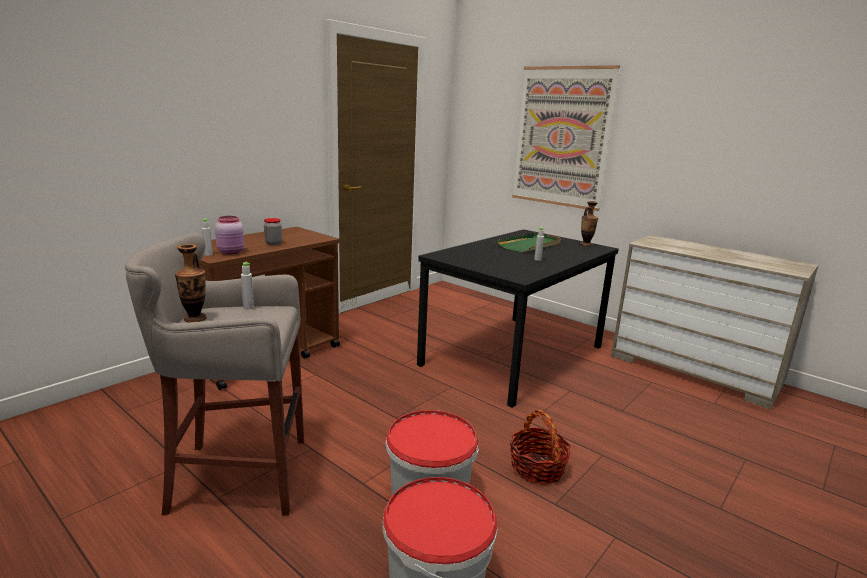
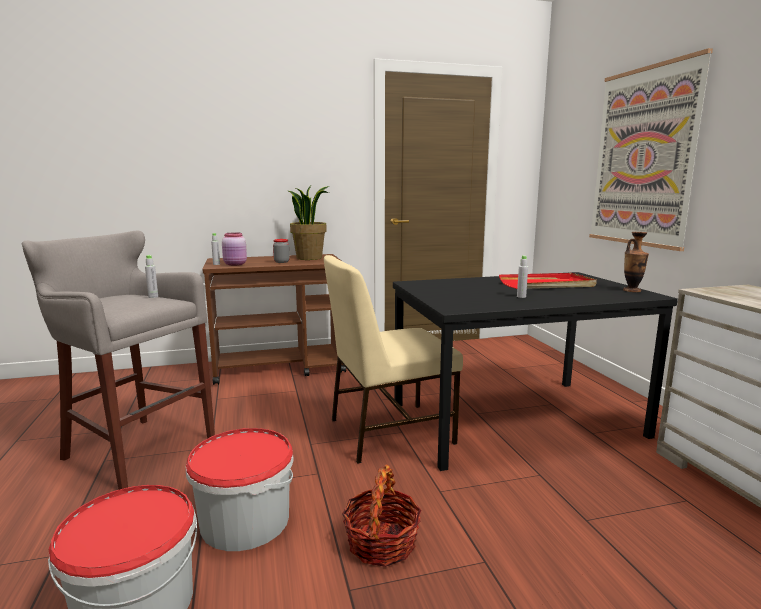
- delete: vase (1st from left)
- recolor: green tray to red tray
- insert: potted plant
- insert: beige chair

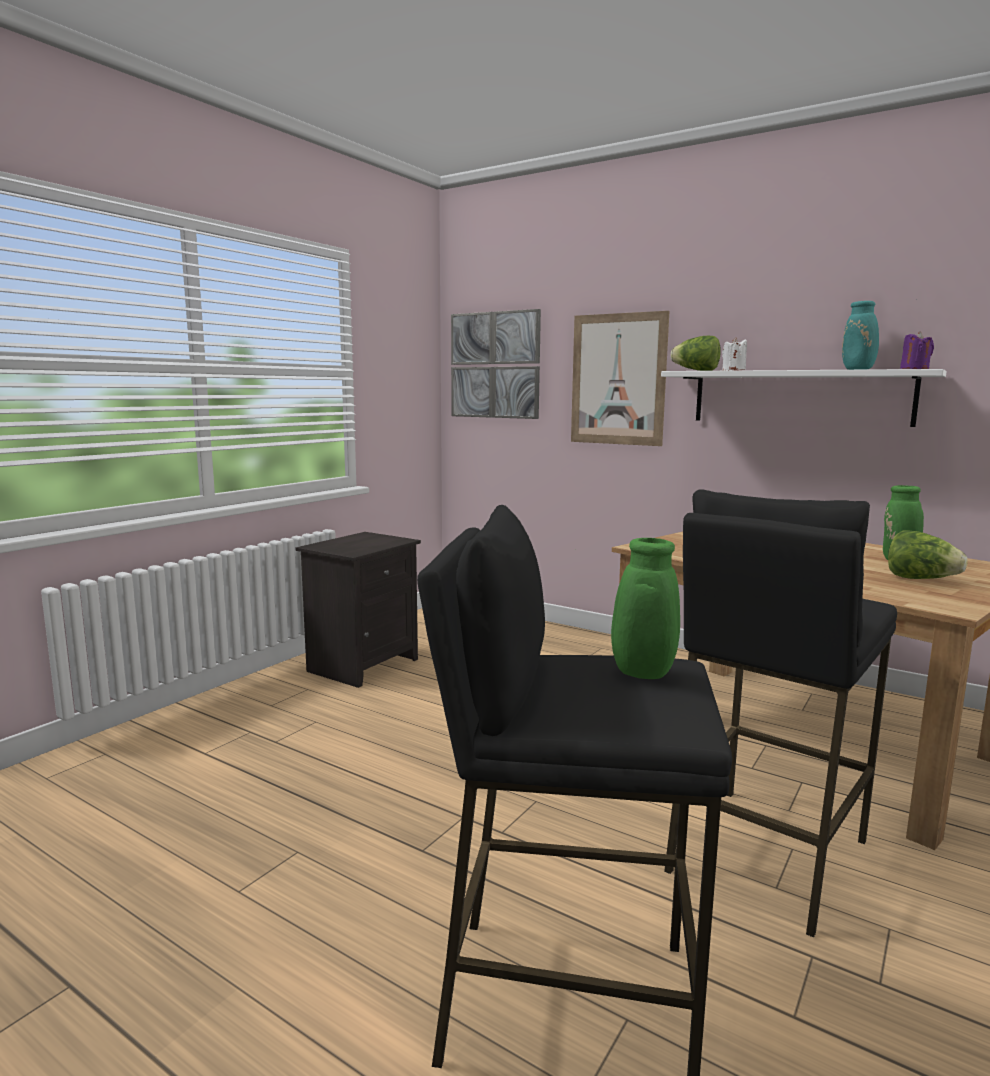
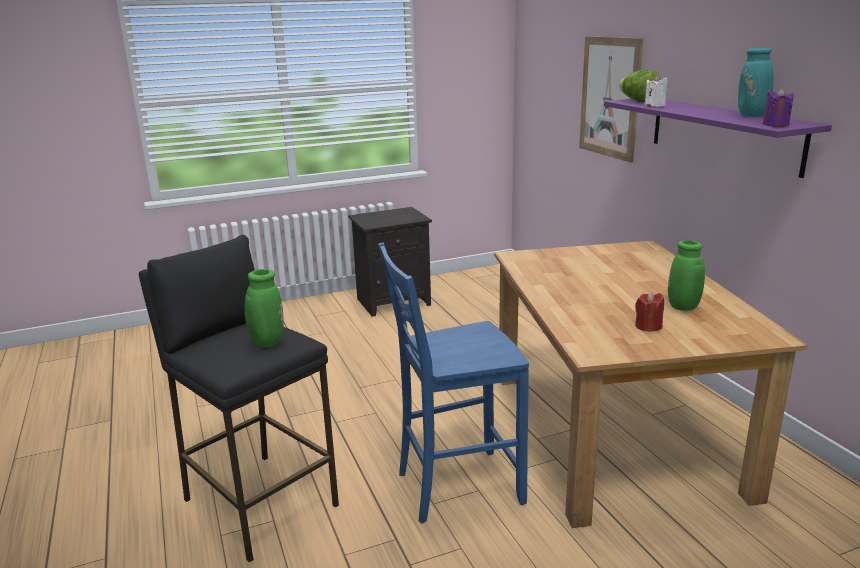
- delete: picture (1st from left)
- recolor: white shelf to purple shelf
- replace: black stool (2nd from left) to blue chair
- replace: lettuce (2nd from left) to red candle

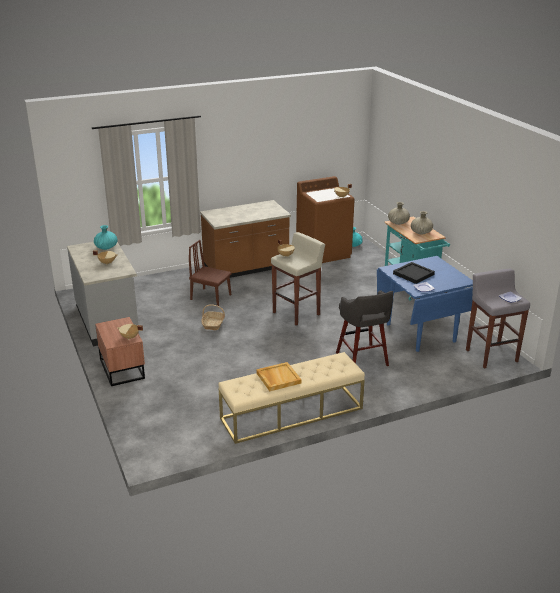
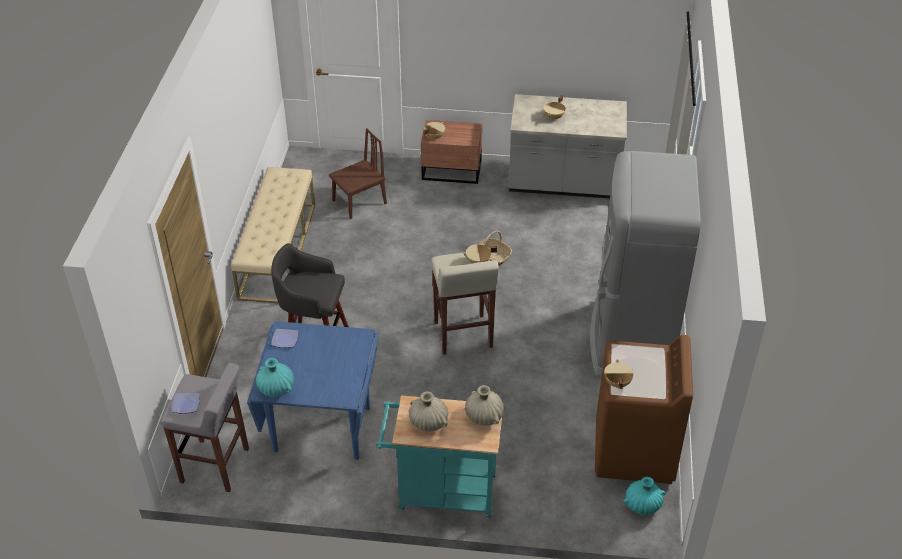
- move: turquoise vase (1st from left)
- move: brown chair
- replace: brown counter to grey fridge
- delete: beige tray
- delete: black tray

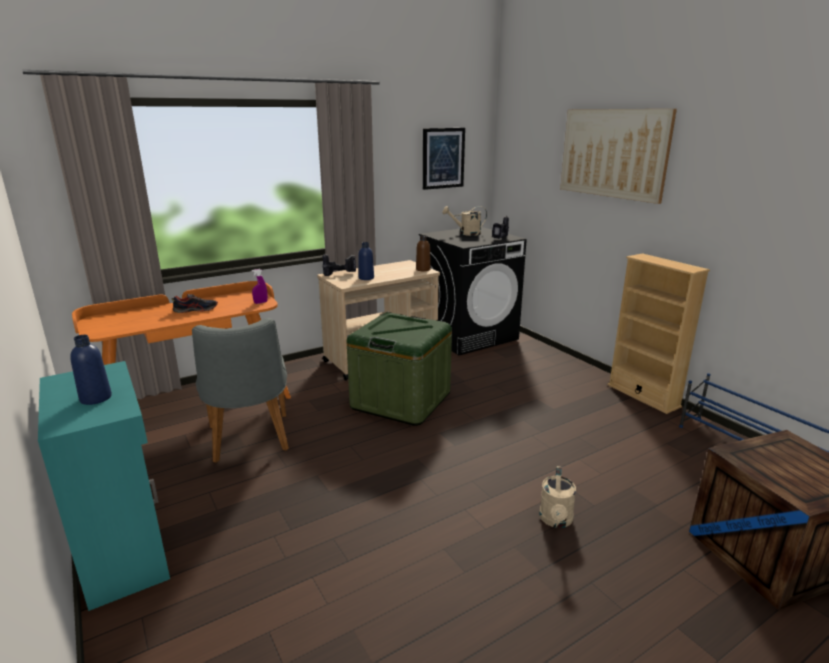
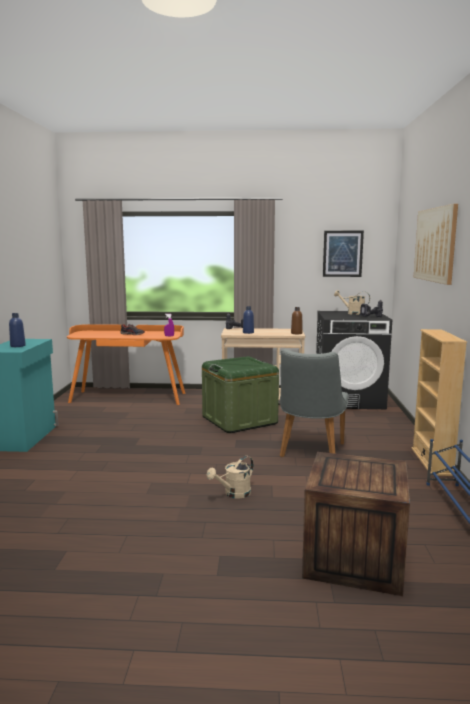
- move: grey chair

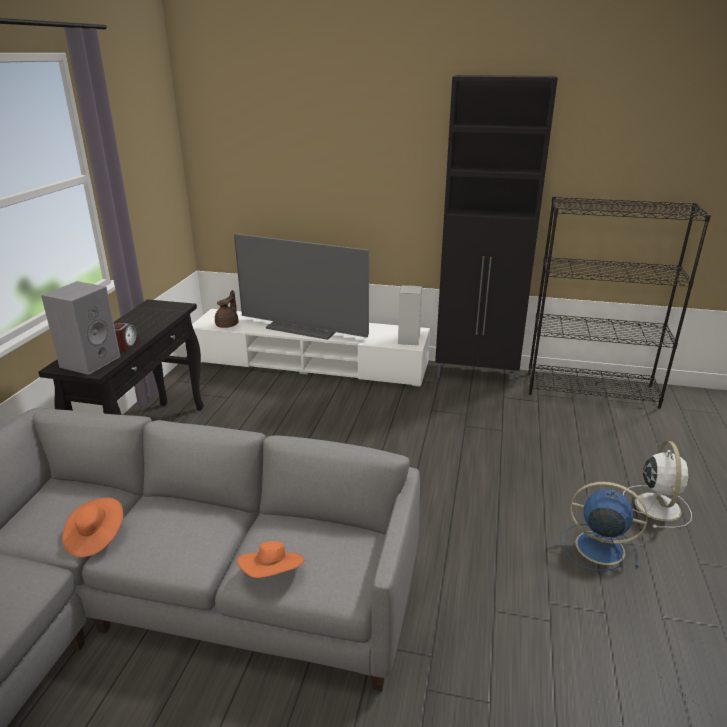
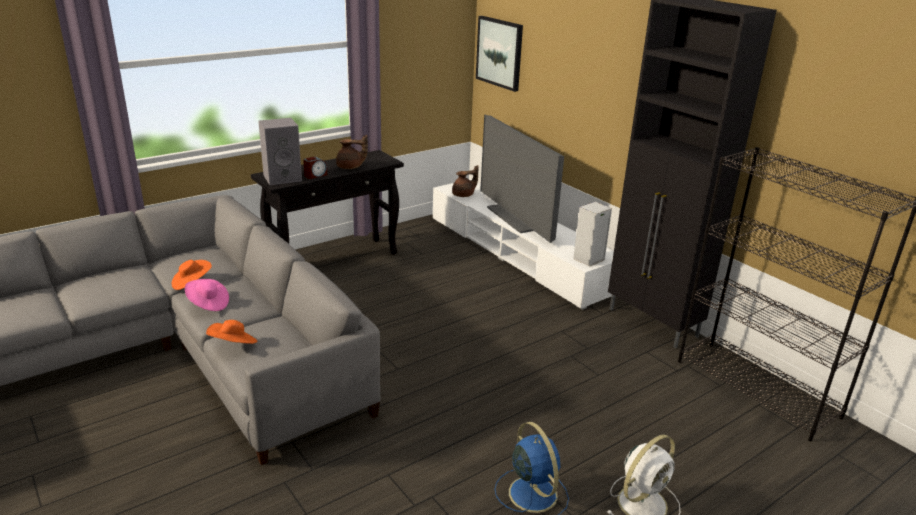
- insert: pink hat
- insert: brown teapot (1st from left)
- insert: picture

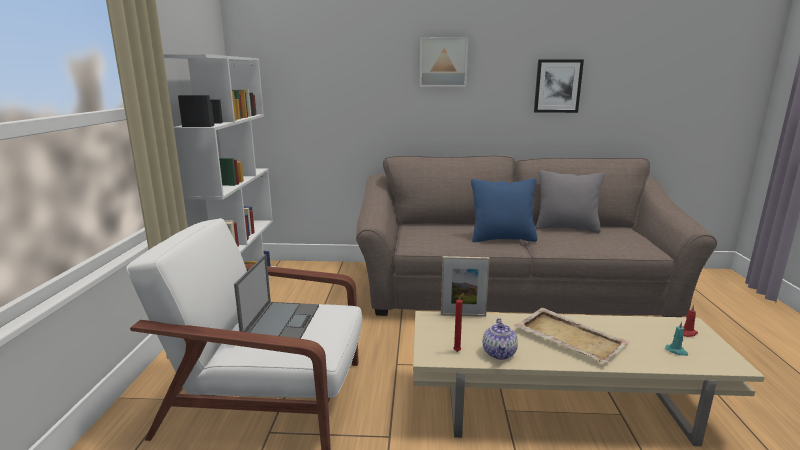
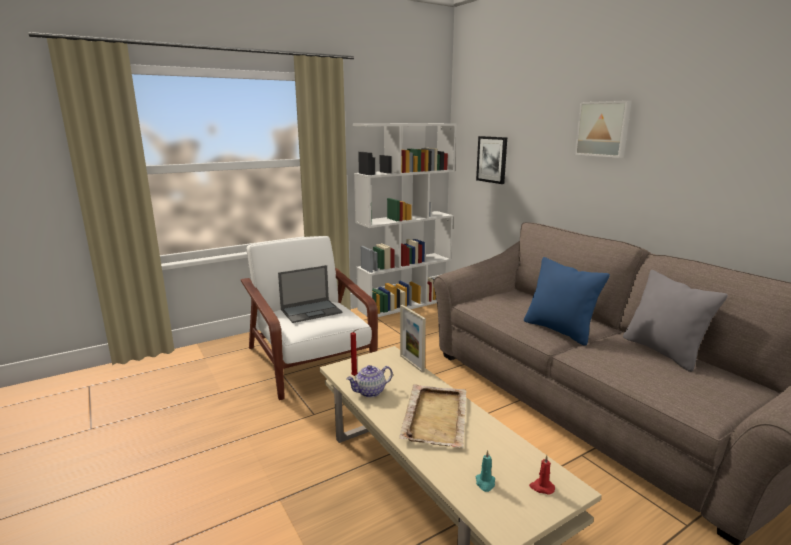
- move: picture (2nd from left in the first image) to picture (1st from left)

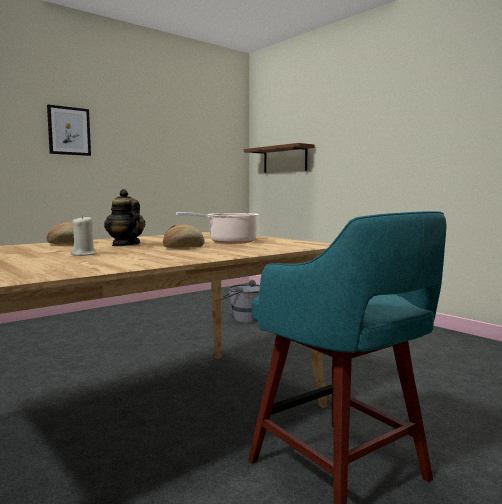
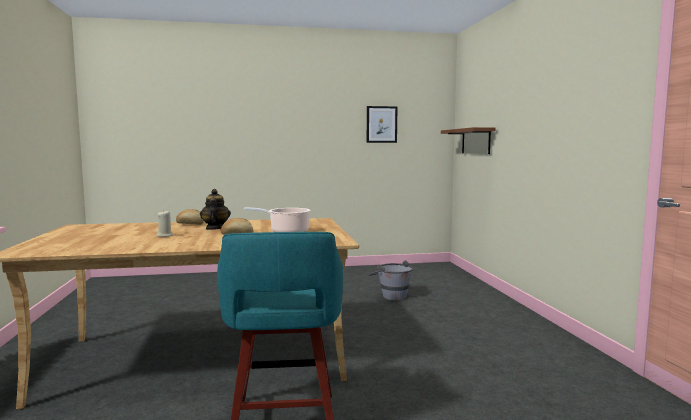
- move: picture

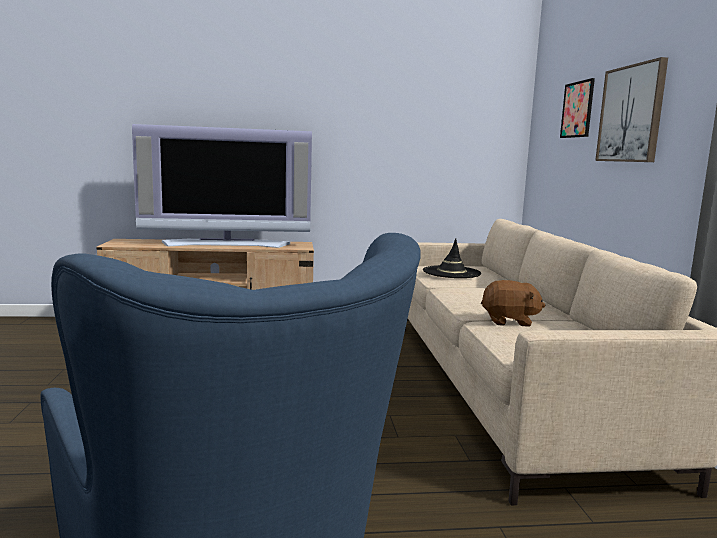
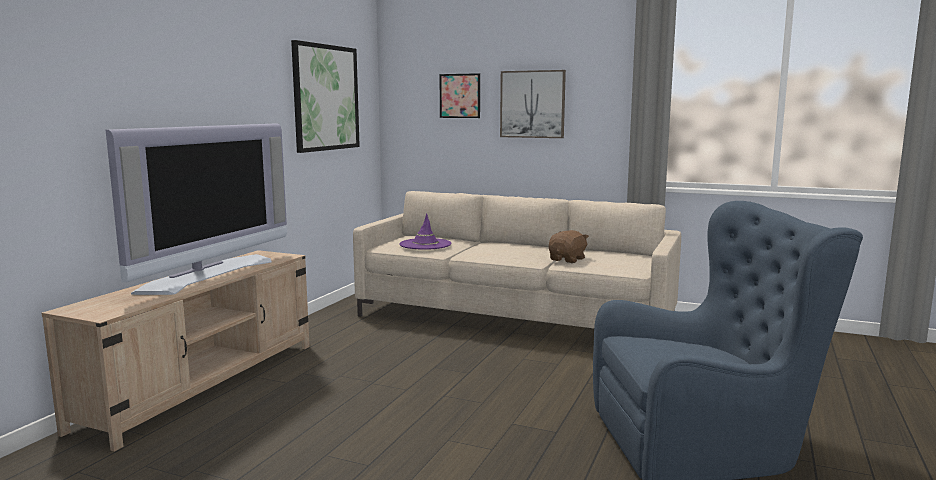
- recolor: black hat to purple hat
- insert: picture (1st from left)

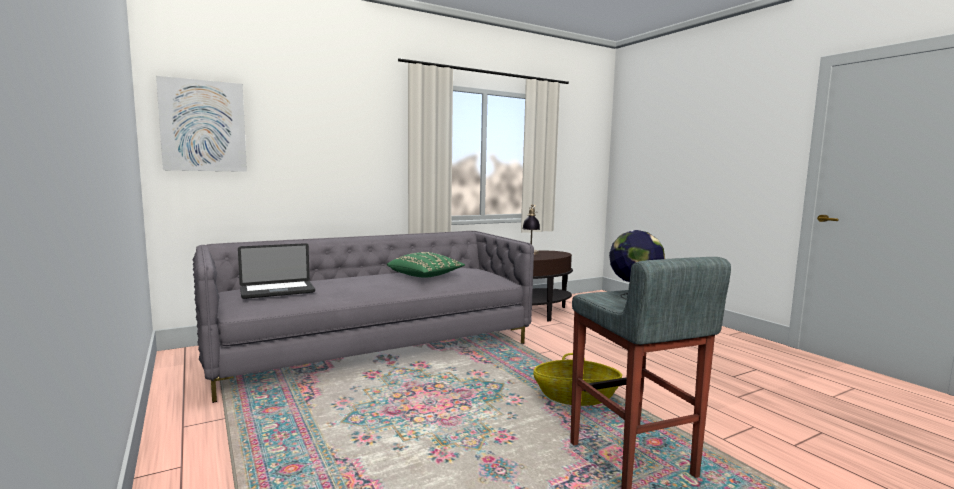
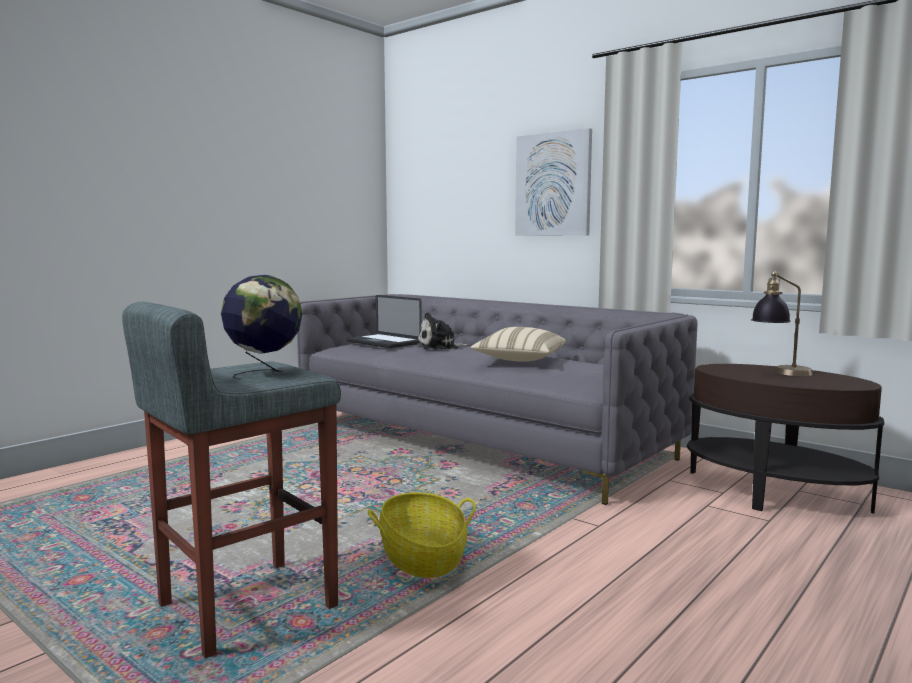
- move: picture
- recolor: green pillow to beige pillow
- insert: plush toy

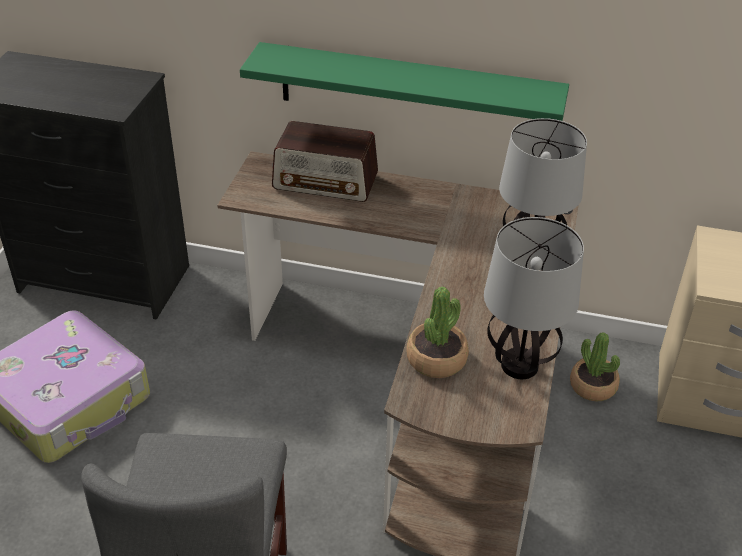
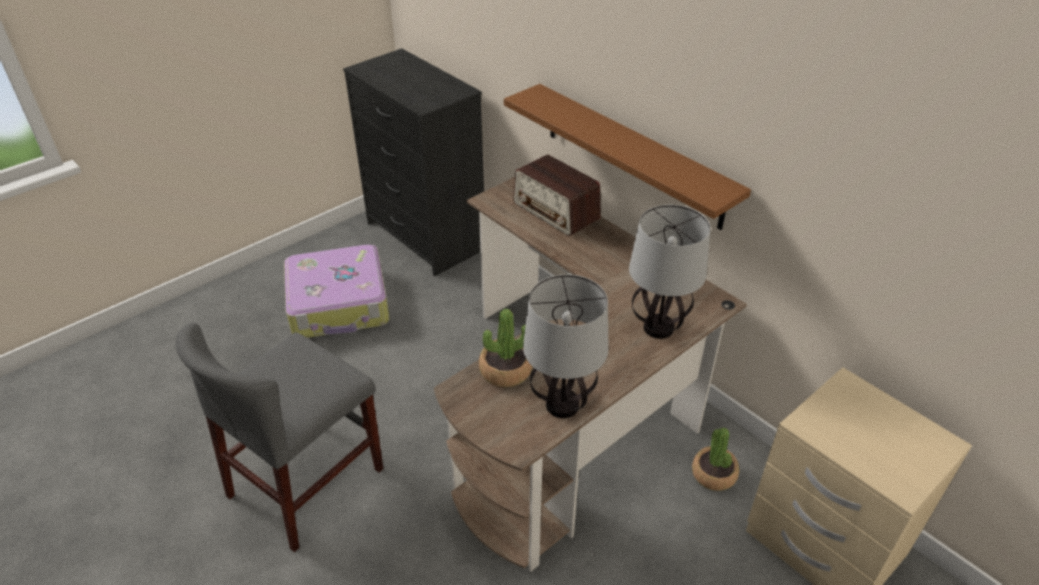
- recolor: green shelf to brown shelf

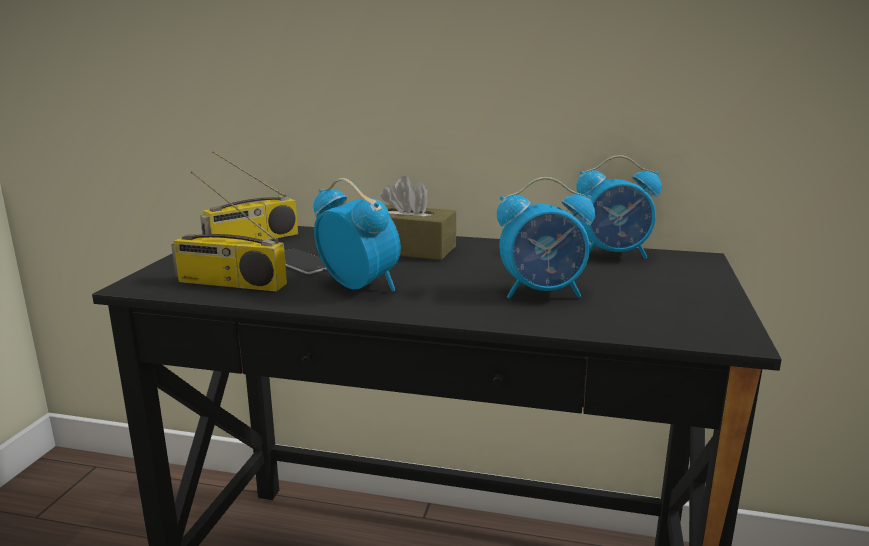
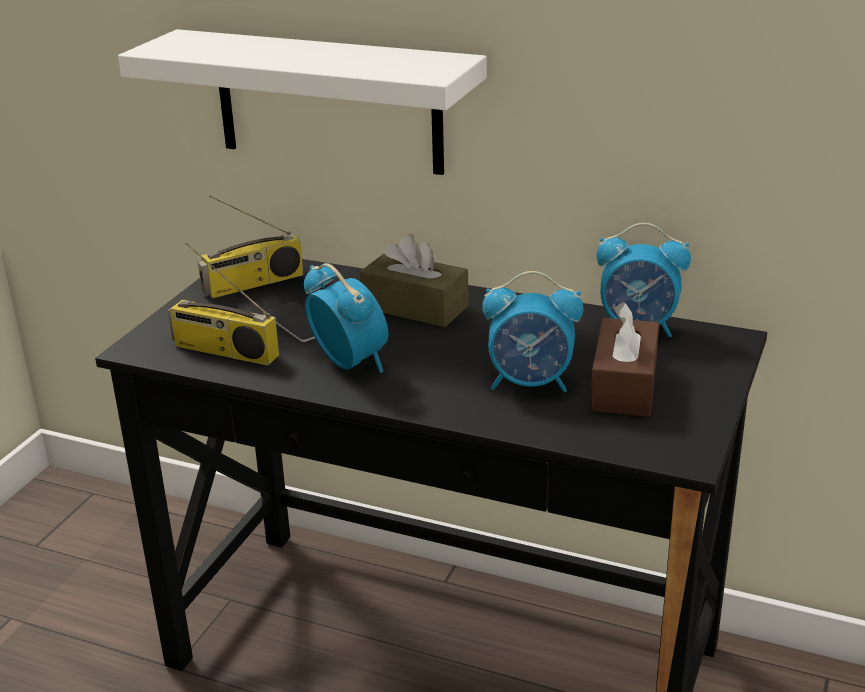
- insert: white shelf
- insert: brown tissue box (2nd from left)

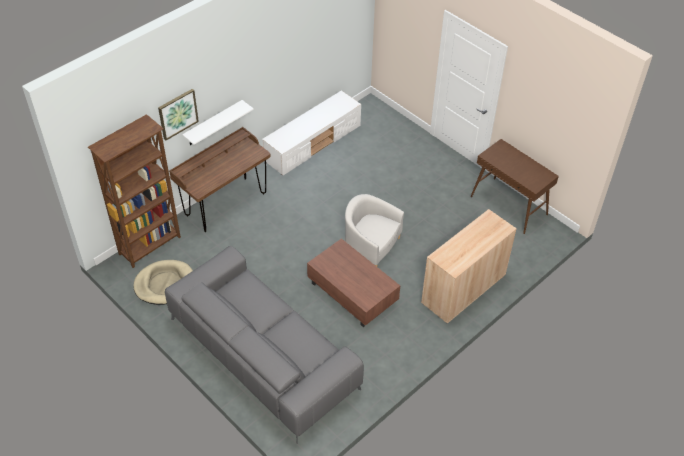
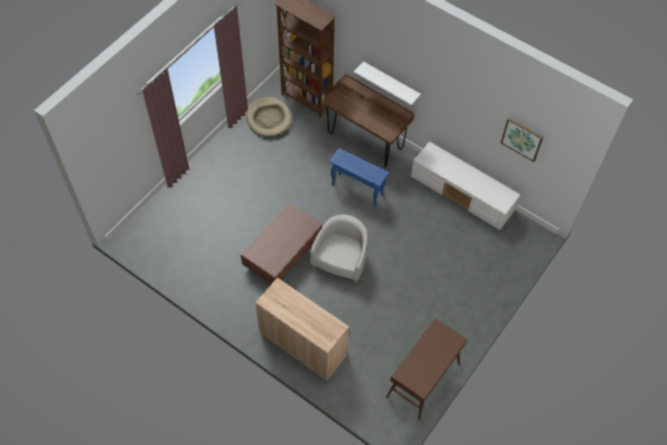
- move: picture
- delete: grey sofa
- insert: blue side table

